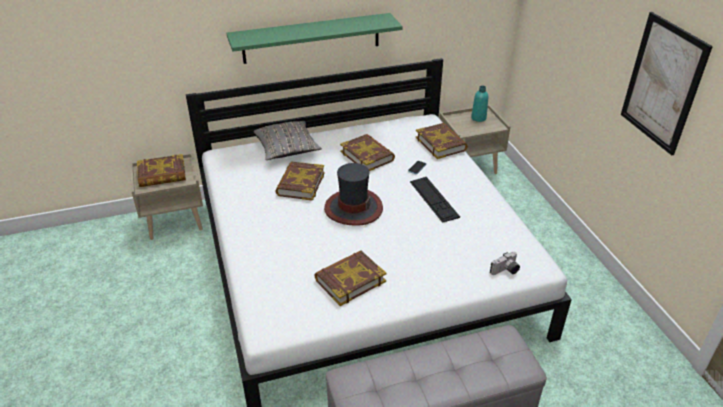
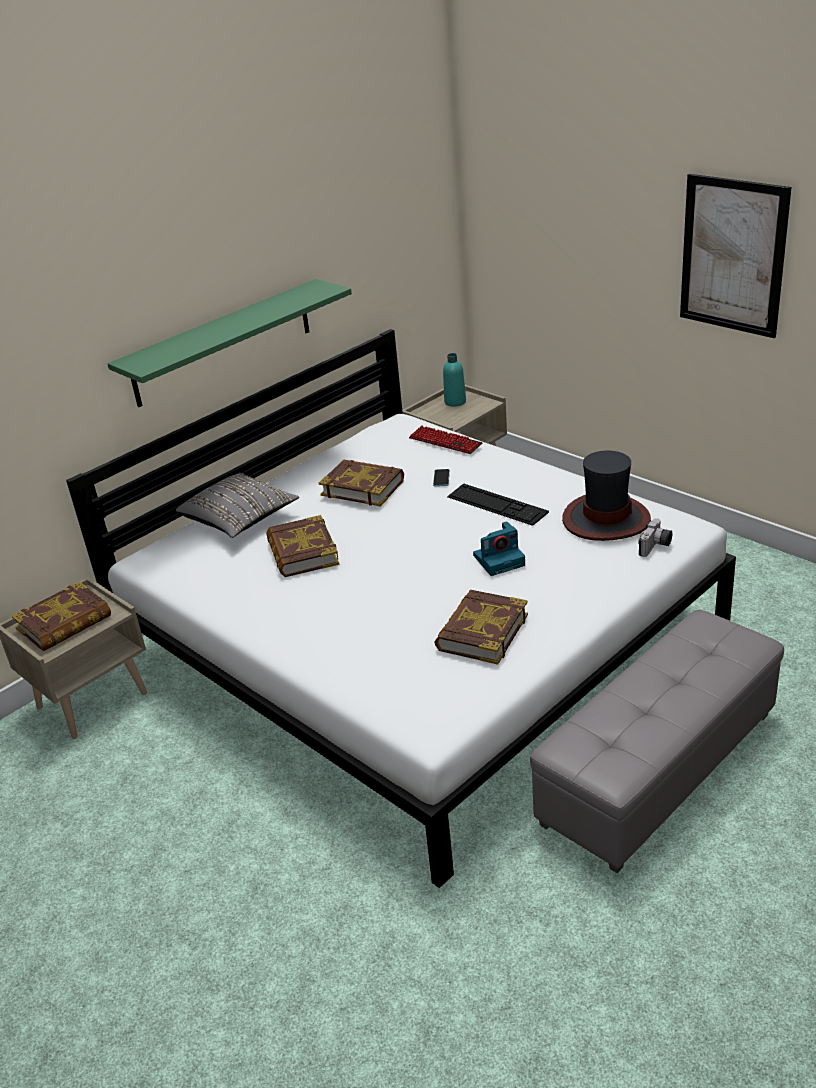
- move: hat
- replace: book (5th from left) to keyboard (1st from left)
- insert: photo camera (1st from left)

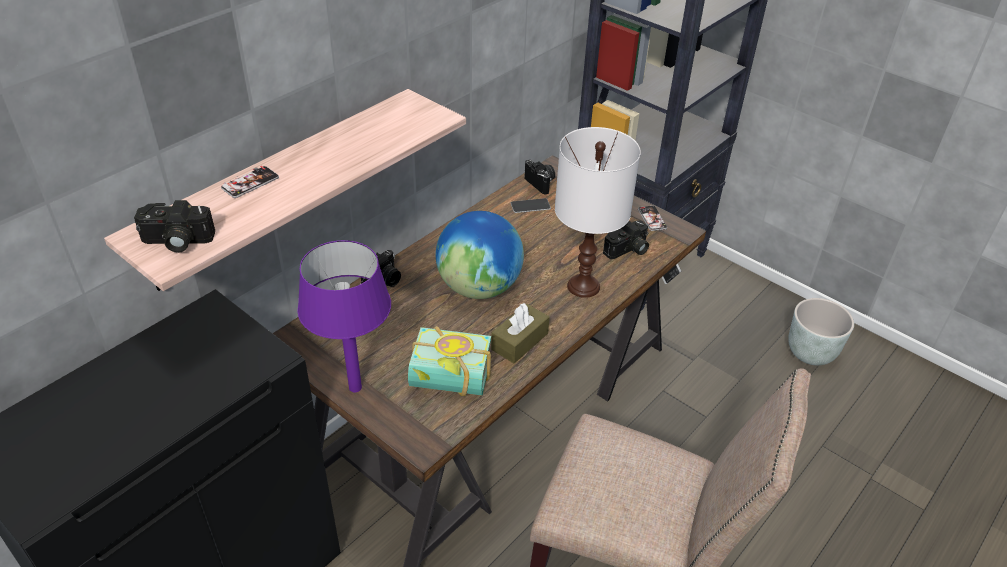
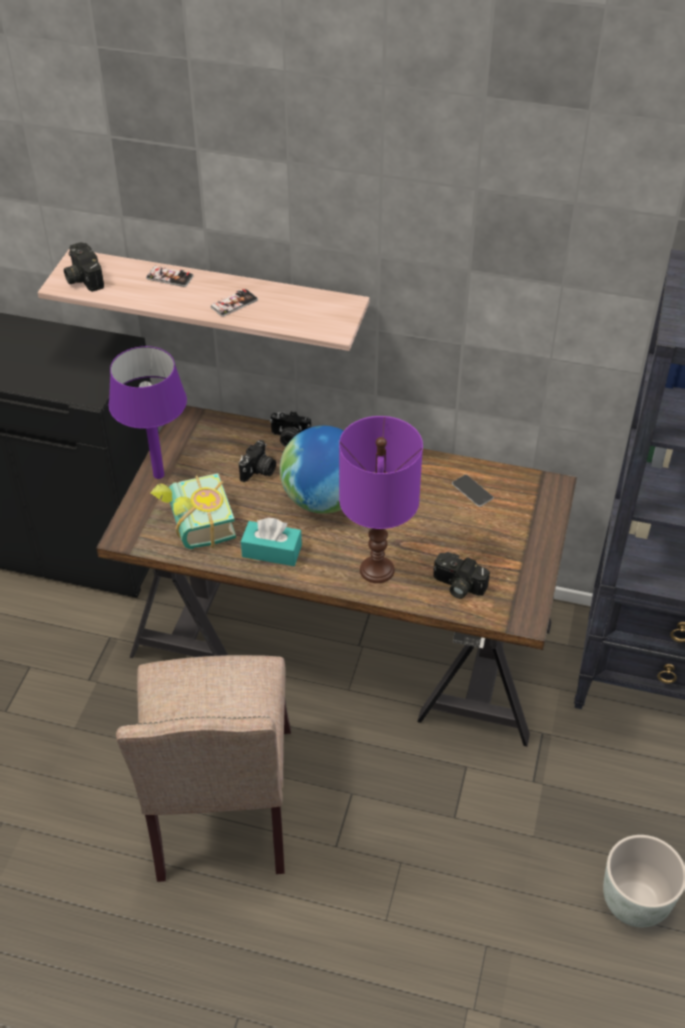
- recolor: brown tissue box to turquoise tissue box
- move: photo camera (3rd from left in the first image) to photo camera (2nd from left)
- recolor: white table lamp to purple table lamp (2nd from left)
- move: phone (3rd from left in the first image) to phone (2nd from left)

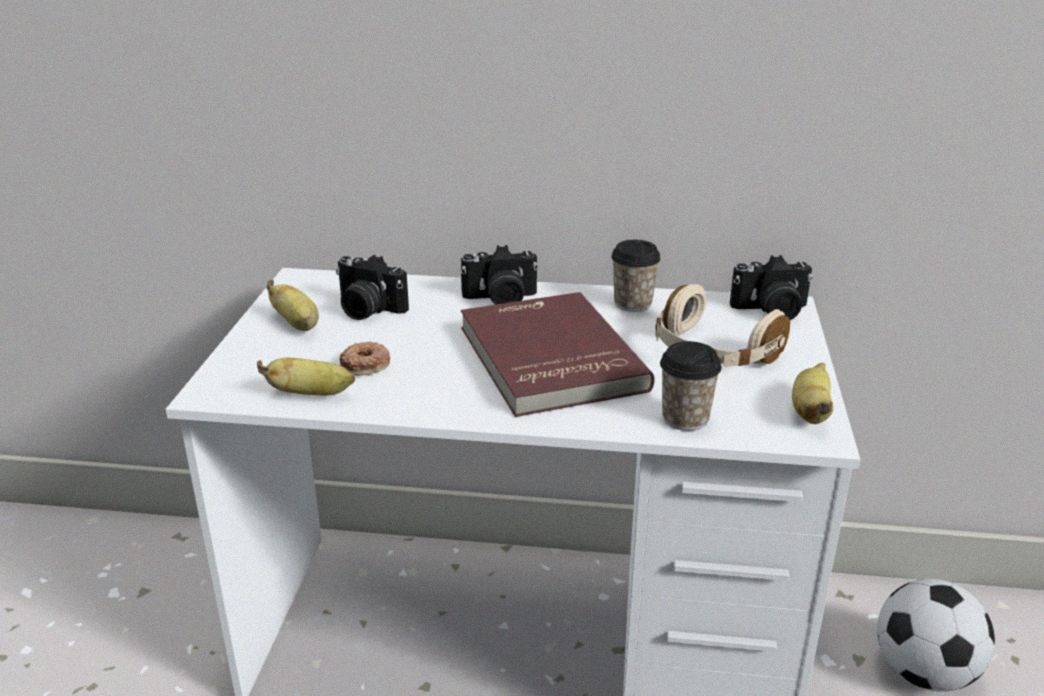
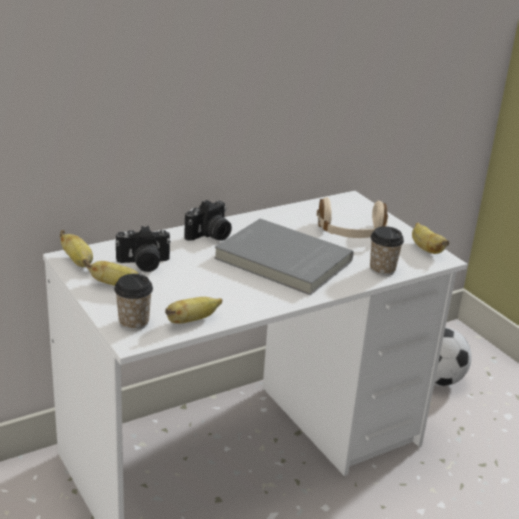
- delete: donut
- recolor: red book to grey book
- move: cup (1st from left)
- delete: photo camera (3rd from left)
- insert: banana (1st from left)

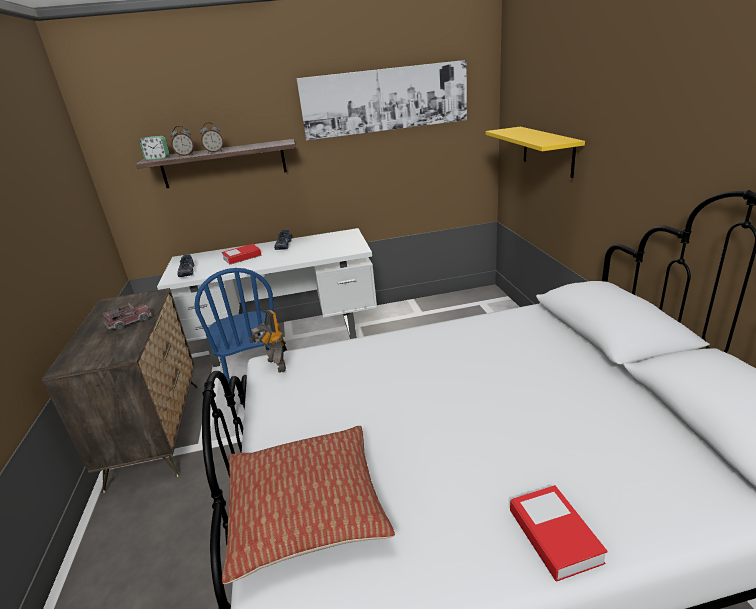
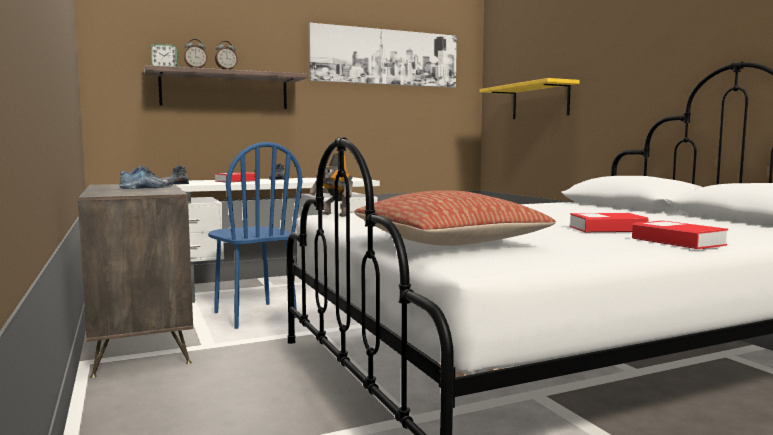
- replace: toy truck to shoe (1st from left)
- insert: book (2nd from left)

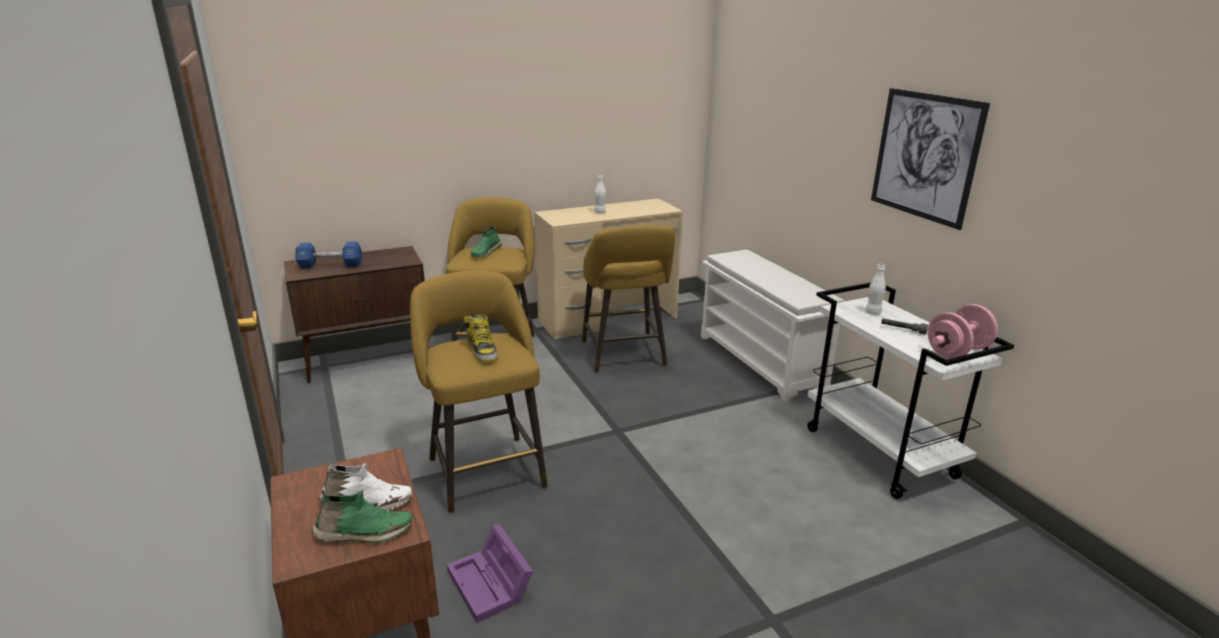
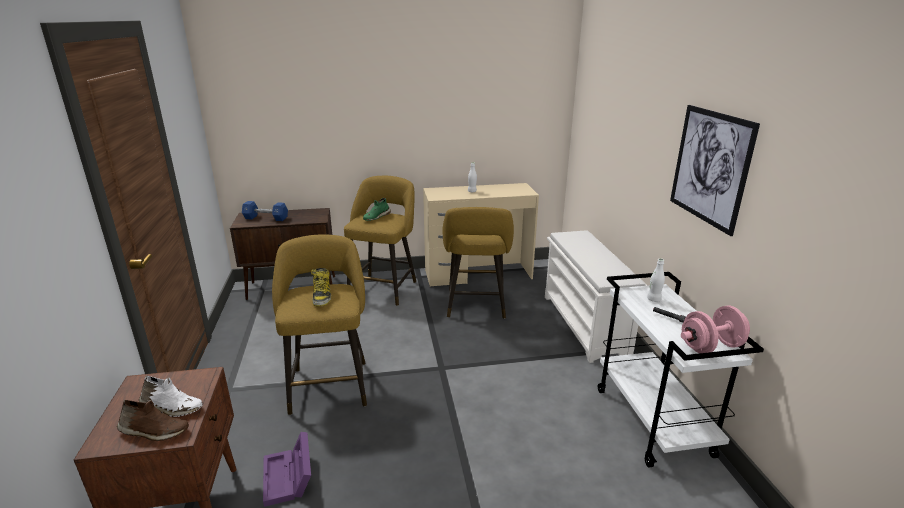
- recolor: green shoe (1st from left) to brown shoe

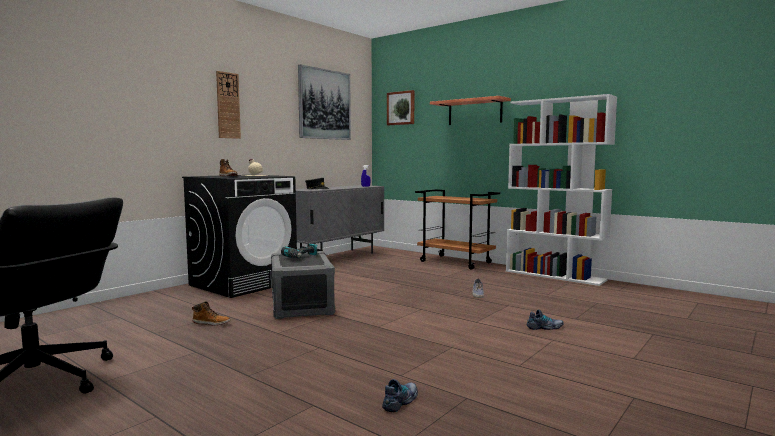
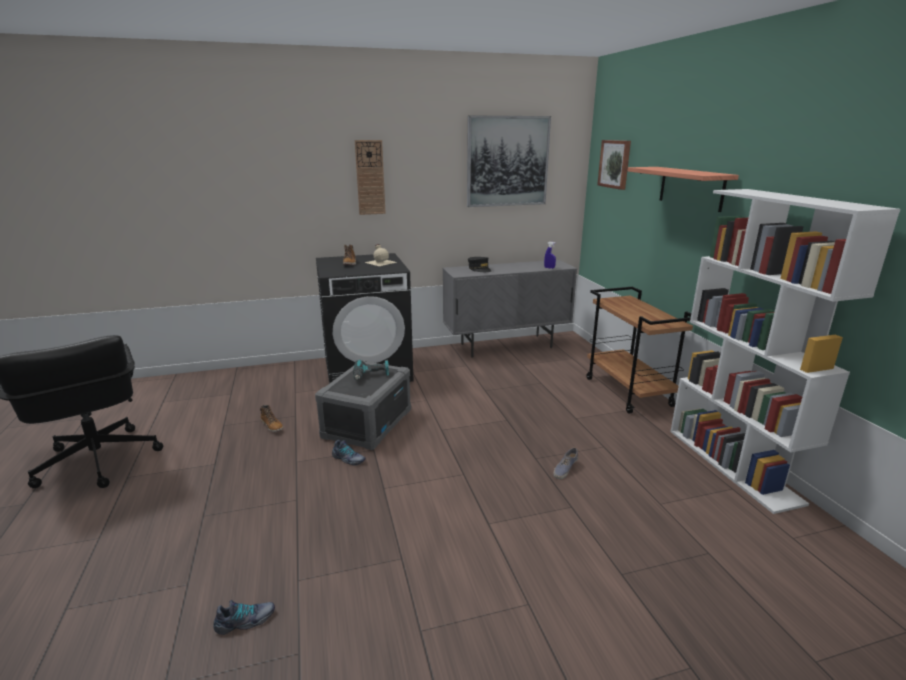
- move: shoe (3rd from left in the first image) to shoe (2nd from left)

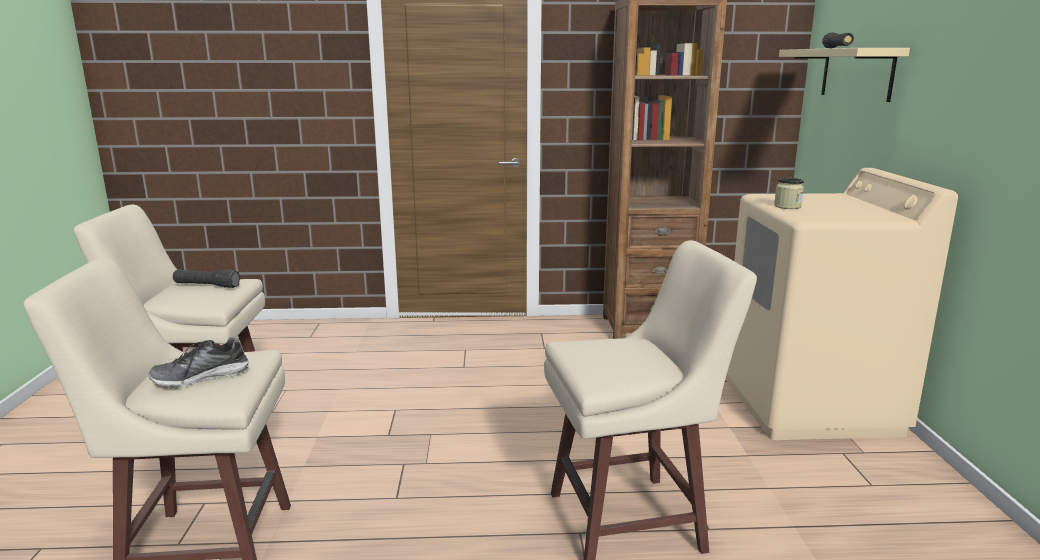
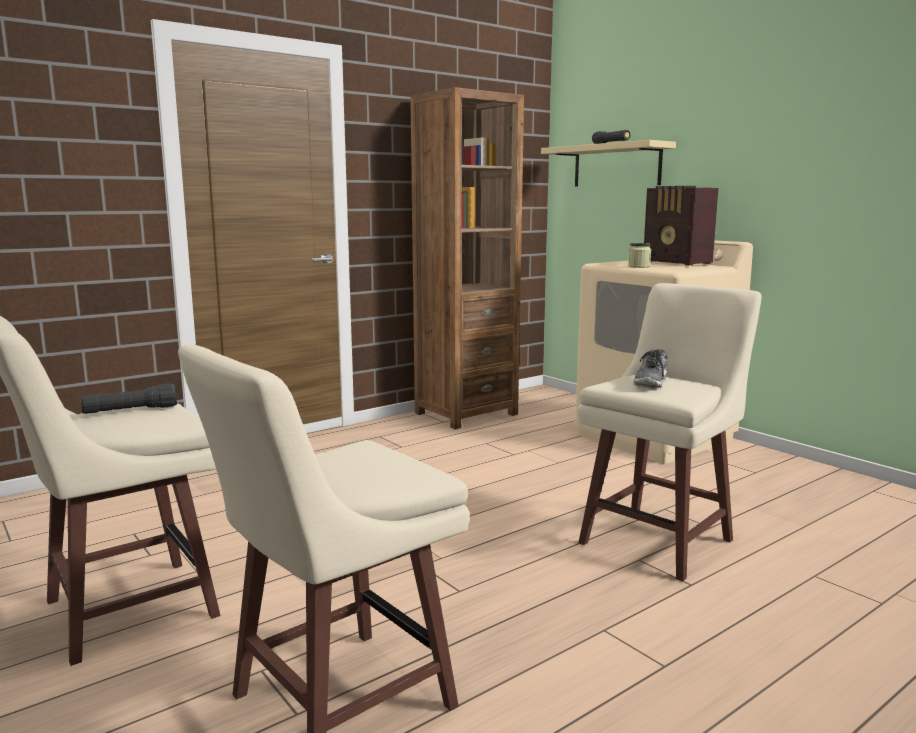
- move: shoe
- insert: radio

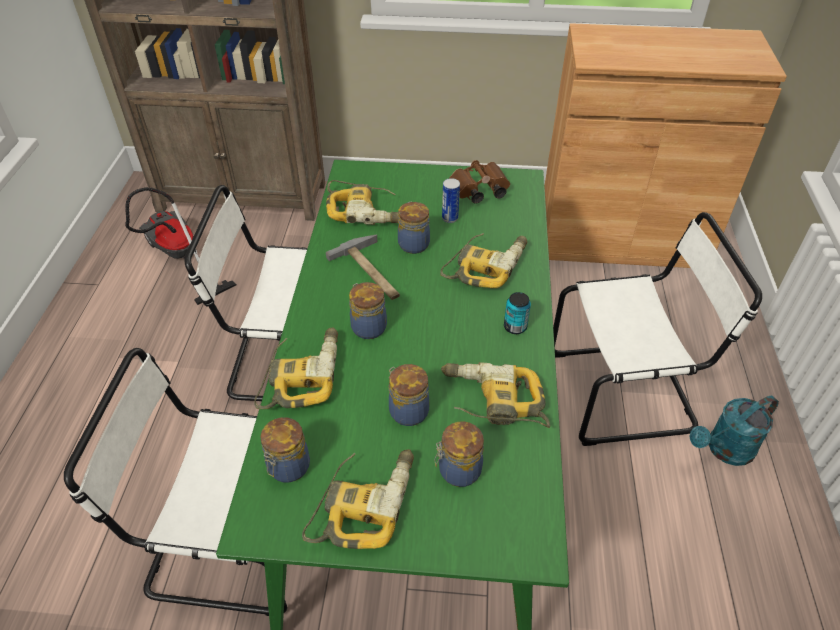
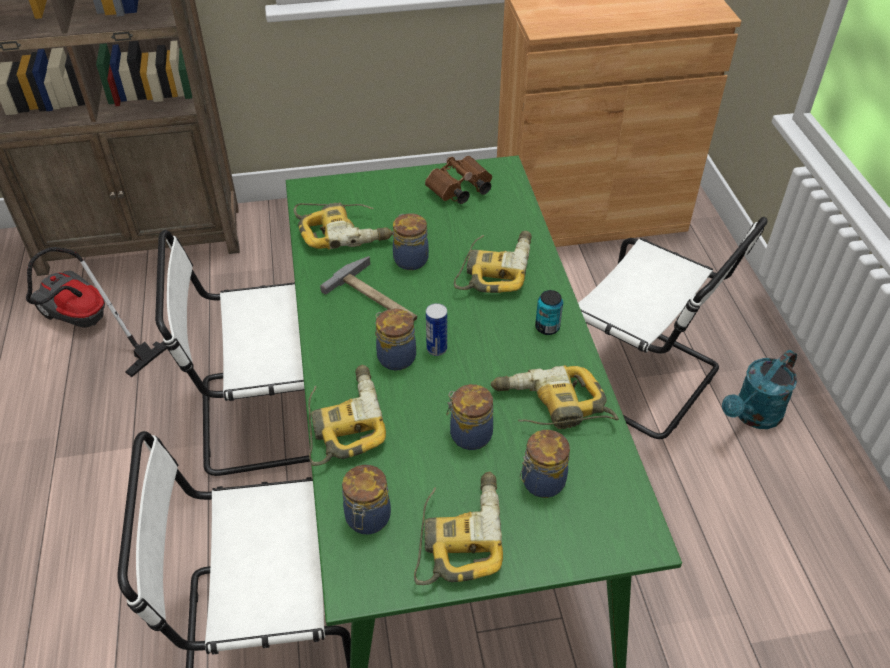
- move: can (1st from left)
- rotate: white chair (3rd from left) 60 degrees clockwise

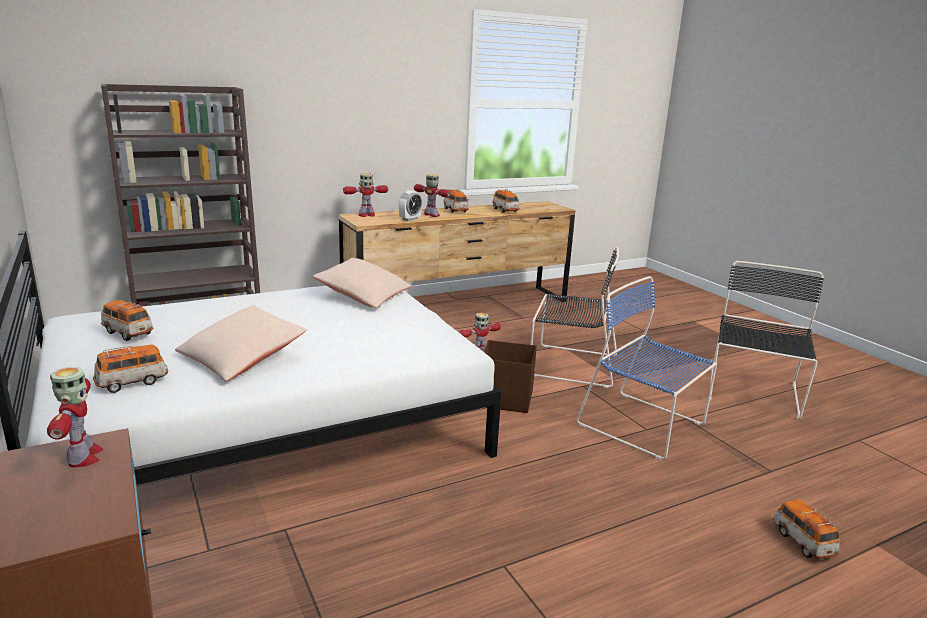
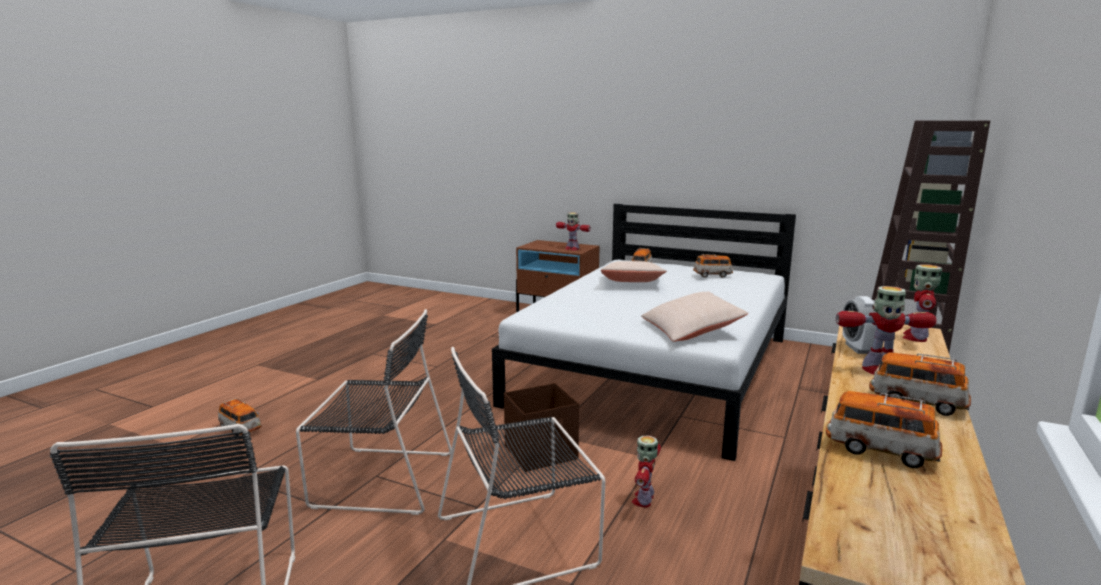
- recolor: blue chair to black chair (2nd from left)

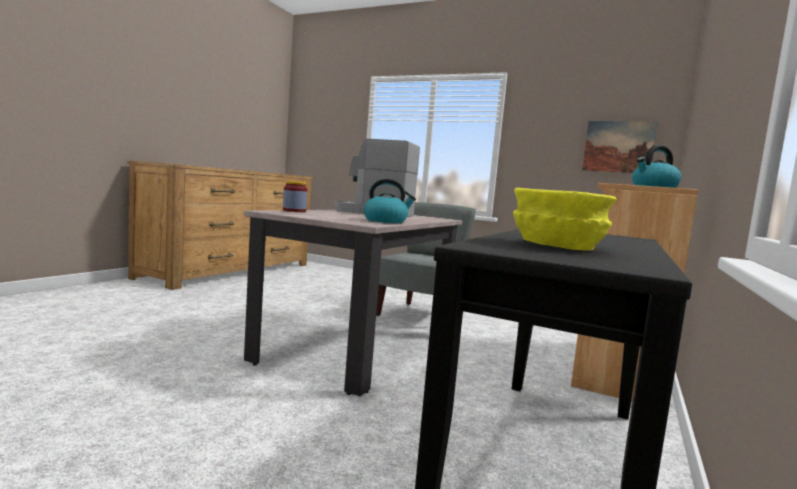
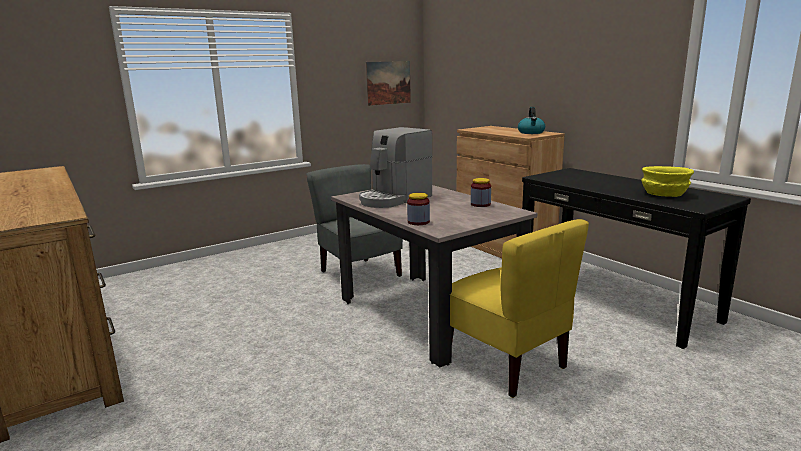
- replace: kettle (1st from left) to jar (2nd from left)
- insert: yellow chair

